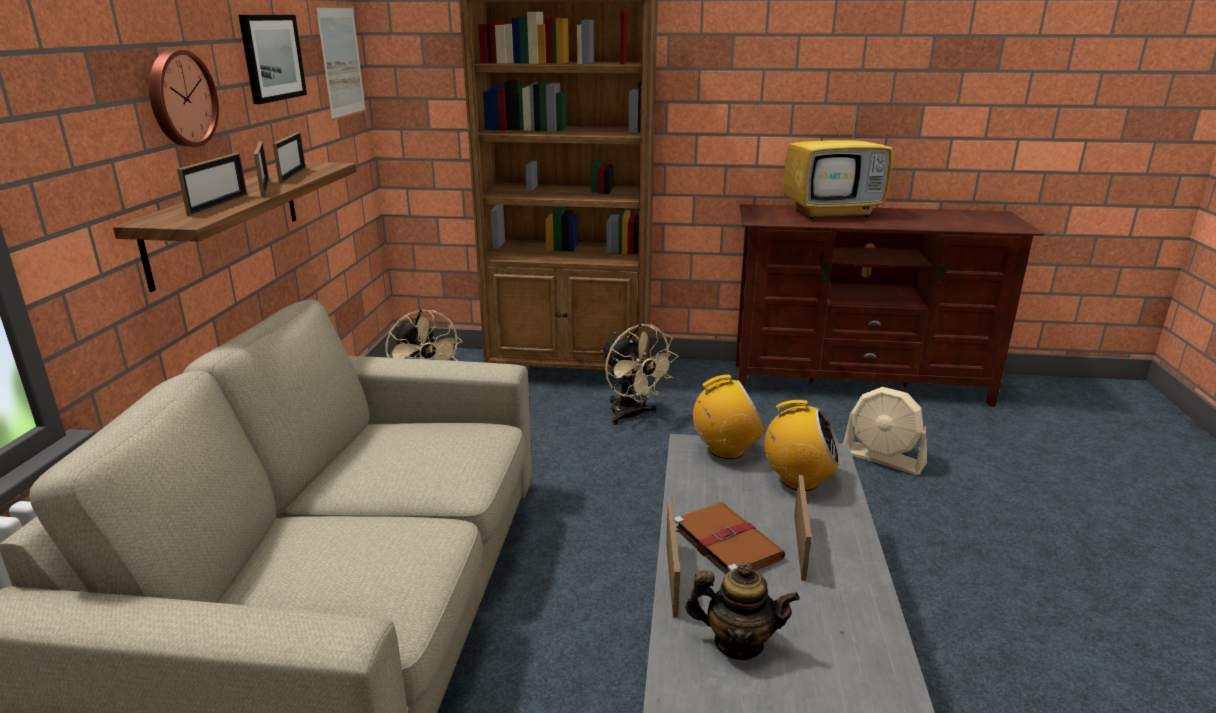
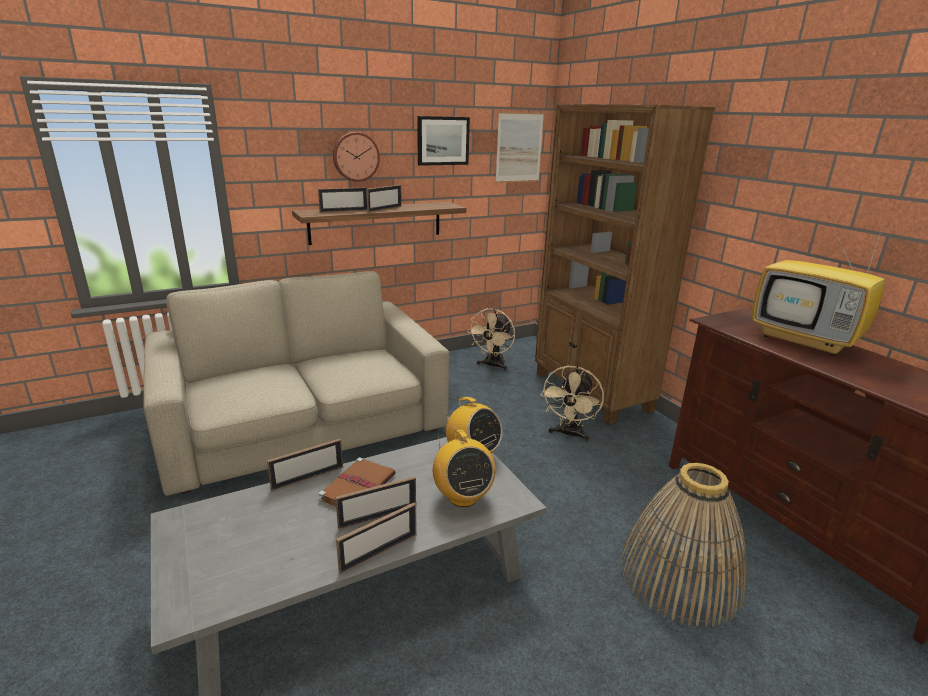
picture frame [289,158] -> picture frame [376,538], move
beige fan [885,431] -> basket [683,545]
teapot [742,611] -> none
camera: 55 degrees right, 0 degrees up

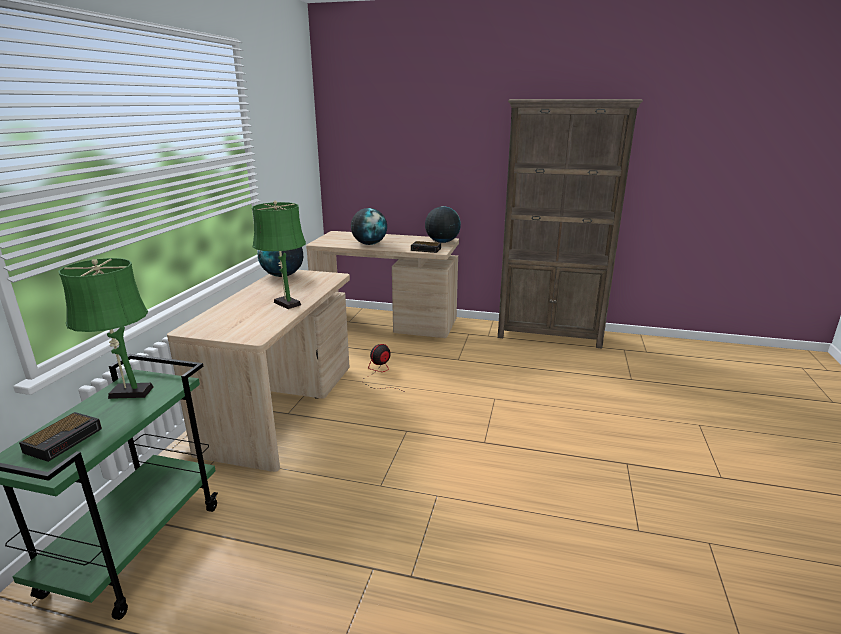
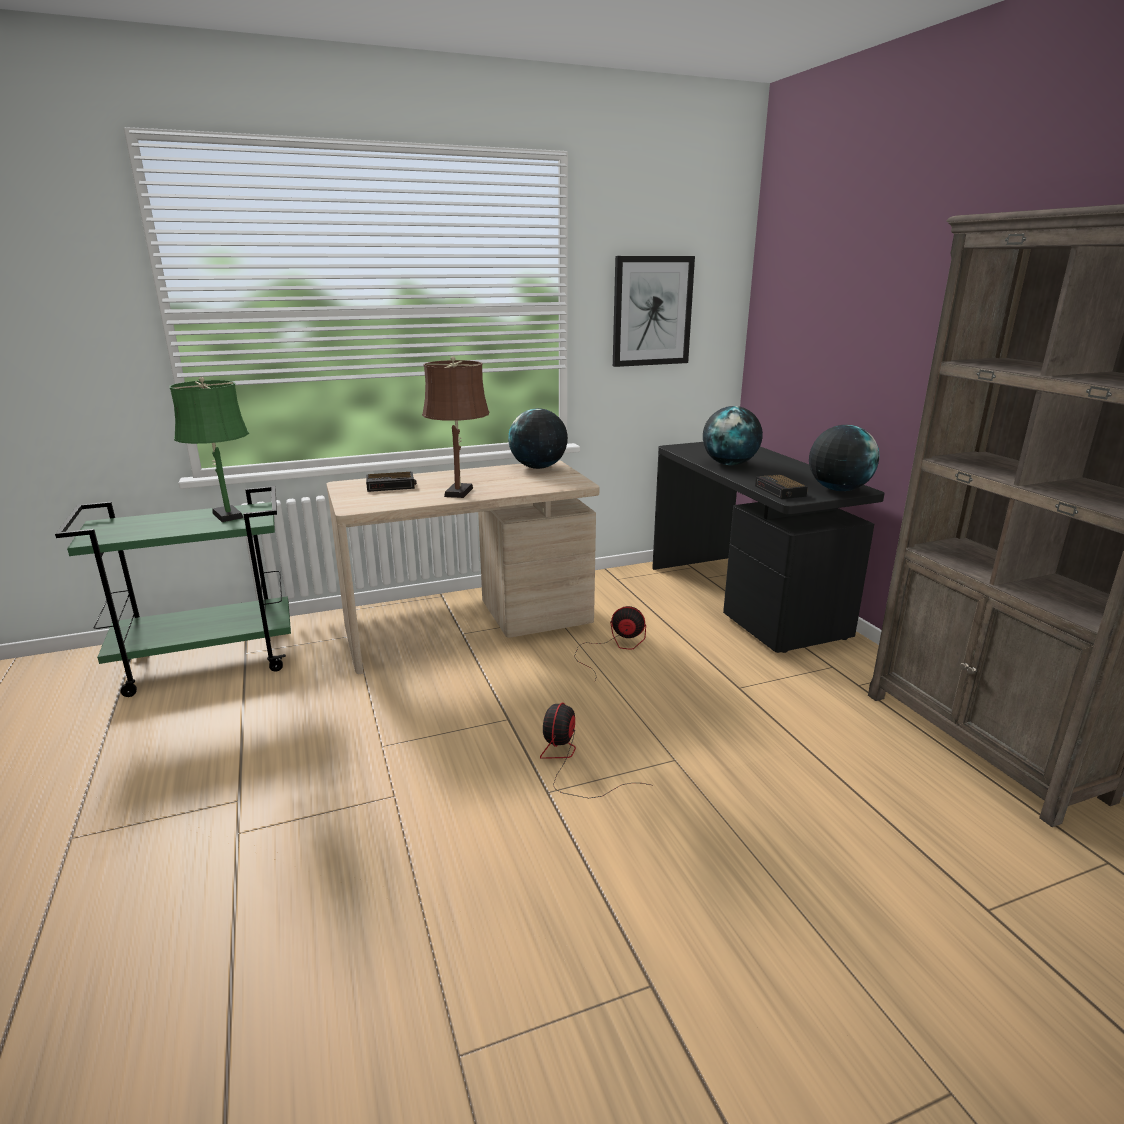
green table lamp [279,255] -> brown table lamp [455,427]
beige desk [382,284] -> black desk [768,547]
alarm clock [60,437] -> alarm clock [391,482], move
none -> picture [654,311]
none -> fan [595,750]
camera: 55 degrees right, 0 degrees up

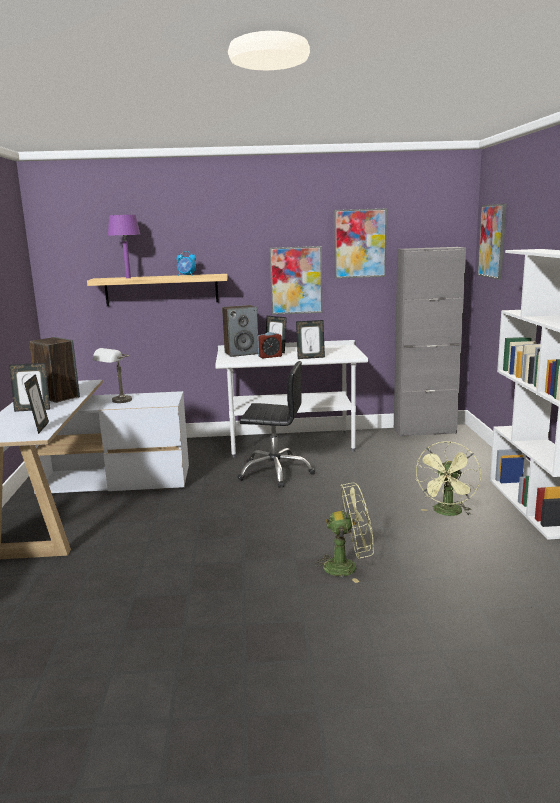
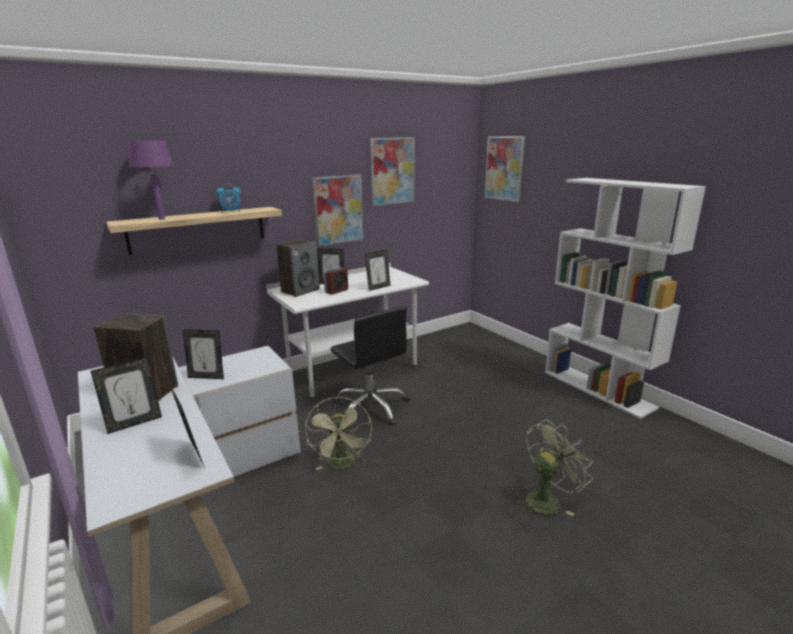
grey cabinet [430,342] -> none
grey table lamp [112,375] -> picture frame [203,354]
black office chair [276,424] -> black office chair [370,366], 75 degrees clockwise
green fan [448,478] -> green fan [338,433], move
camera: 30 degrees left, 5 degrees up

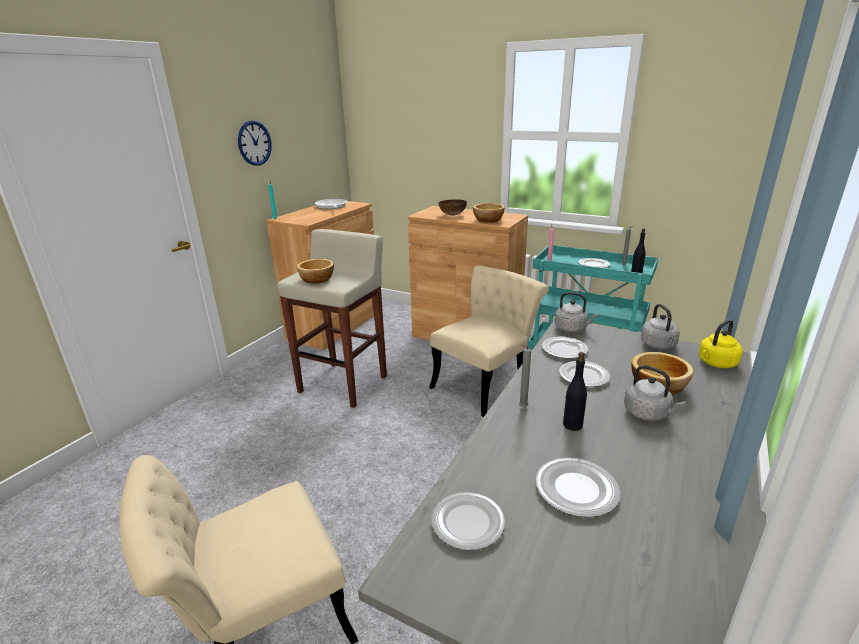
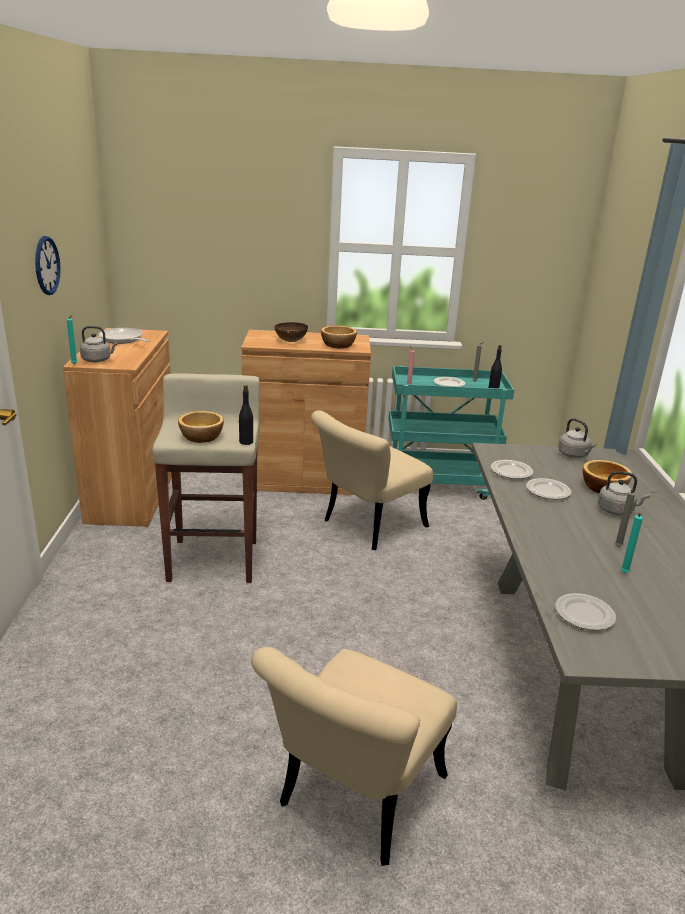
beige chair [489,341] -> beige chair [372,480], 150 degrees counterclockwise
grey kettle [576,312] -> grey kettle [98,344], move
yellow kettle [721,344] -> none
grey candle [525,376] -> grey candle [625,518], move
black bottle [575,391] -> black bottle [246,415], move
plate [577,488] -> turquoise candle [632,543]
camera: 30 degrees left, 0 degrees up

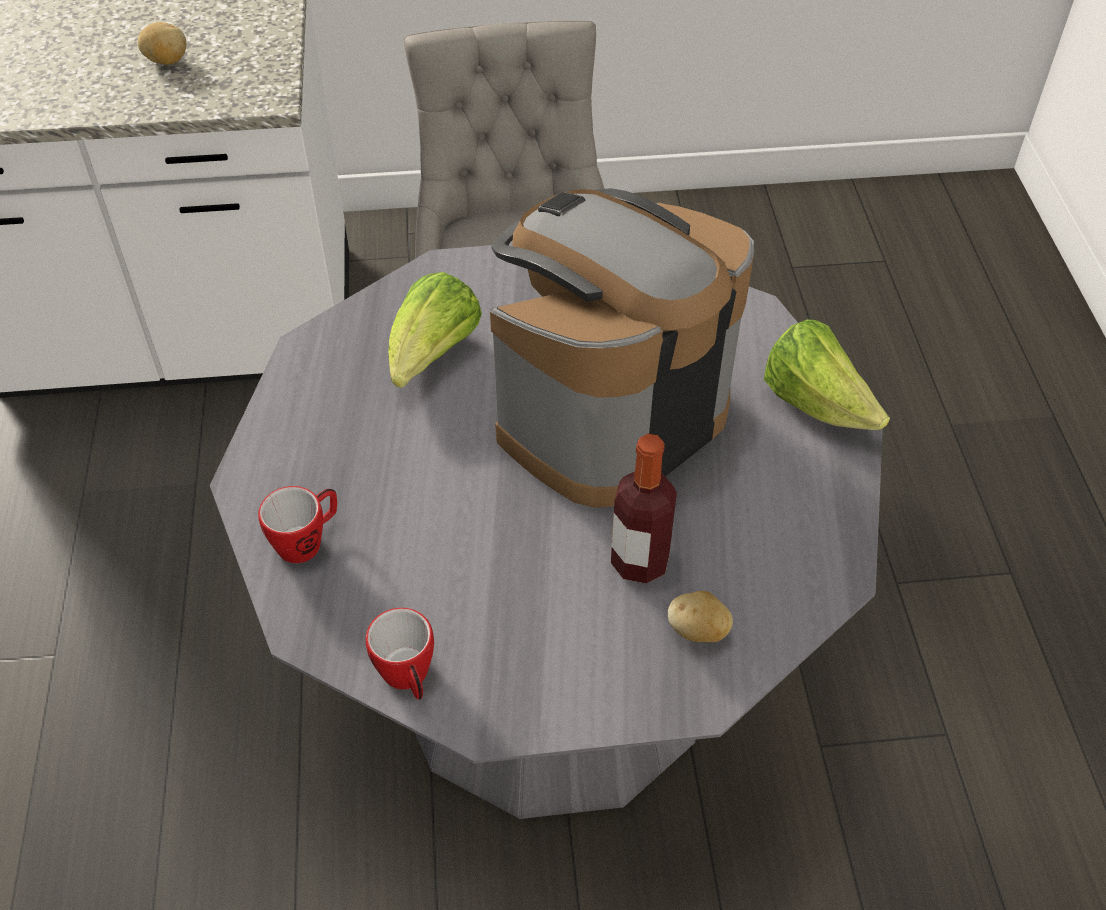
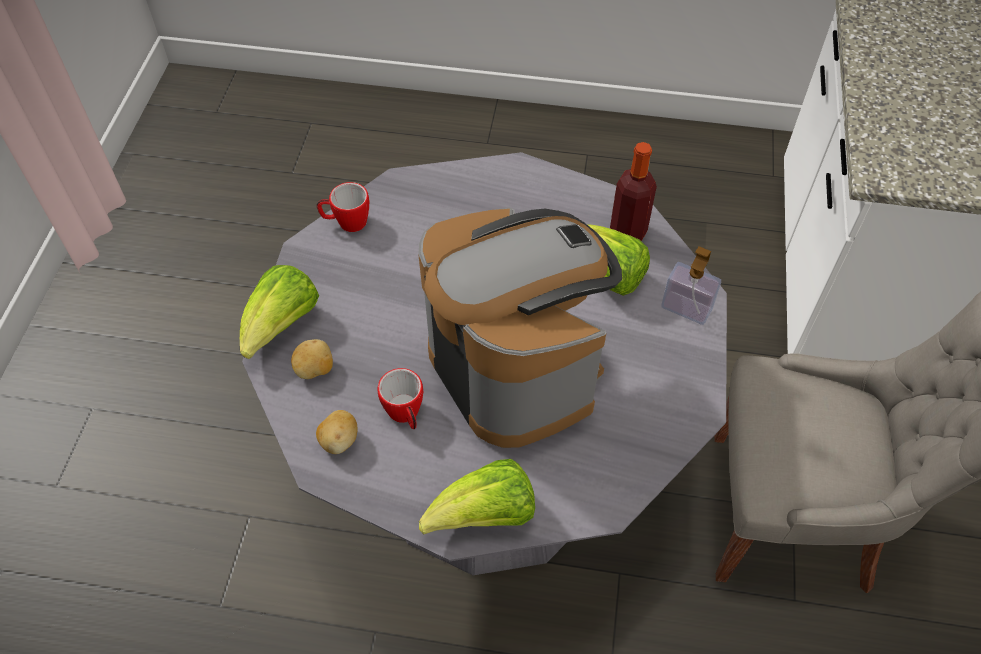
potato [162,43] -> potato [337,432], move
bottle [644,509] -> bottle [633,191], move
mug [297,524] -> mug [400,398], move
none -> soap dispenser [691,285]
none -> lettuce [279,312]
camera: 105 degrees right, 5 degrees up

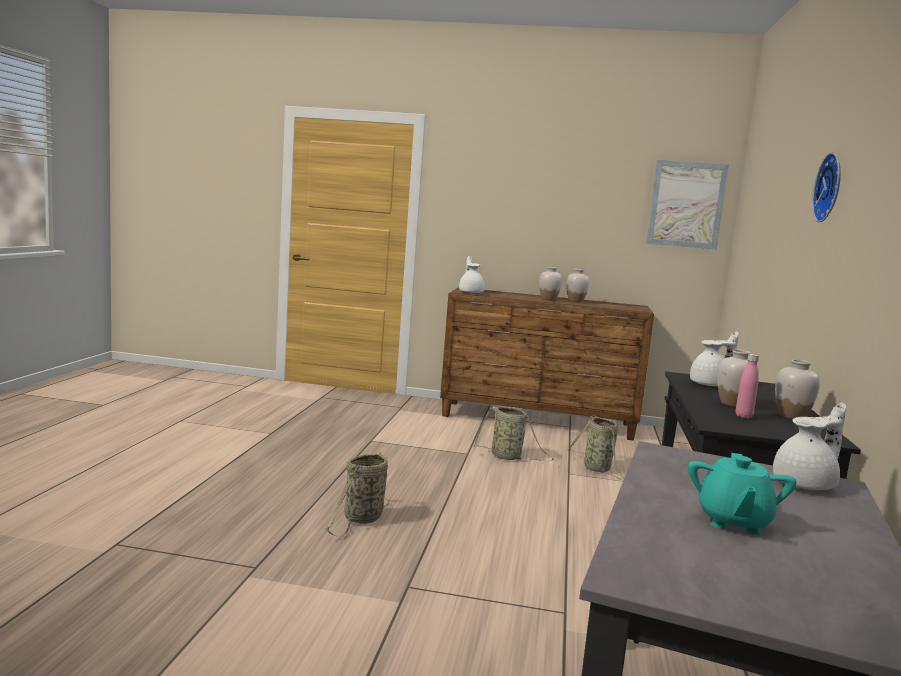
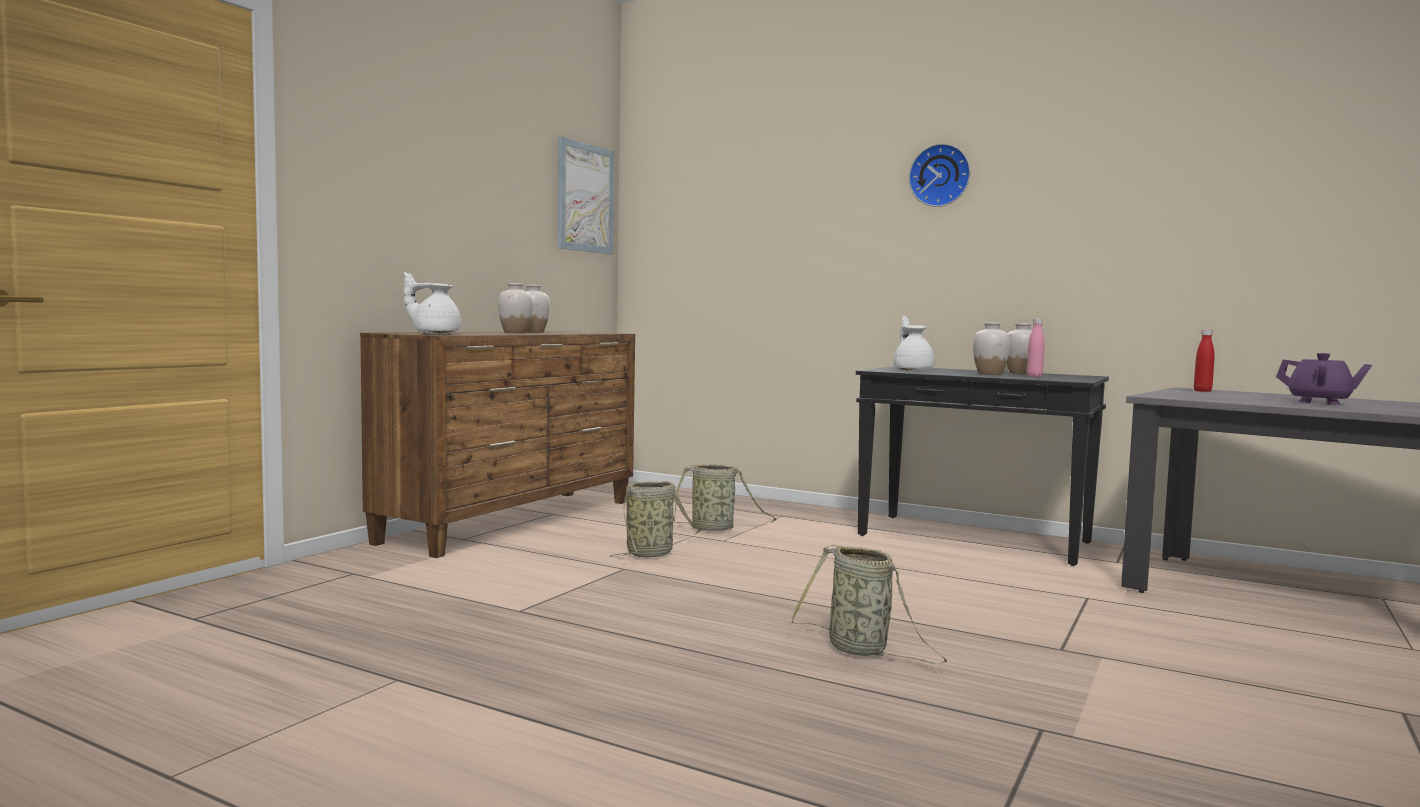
white teapot [809,446] -> red bottle [1204,360]
turquoise teapot [742,494] -> purple teapot [1324,379]
camera: 70 degrees left, 5 degrees down

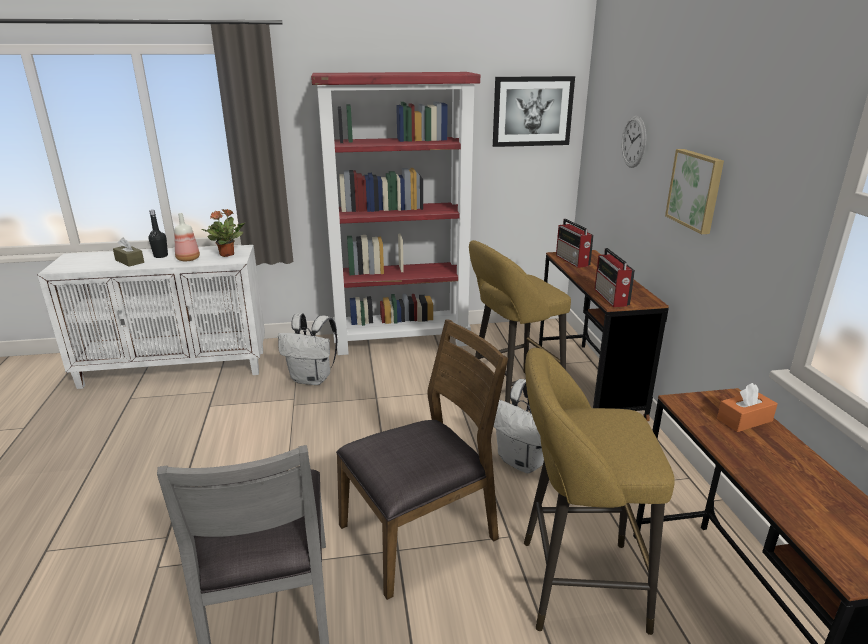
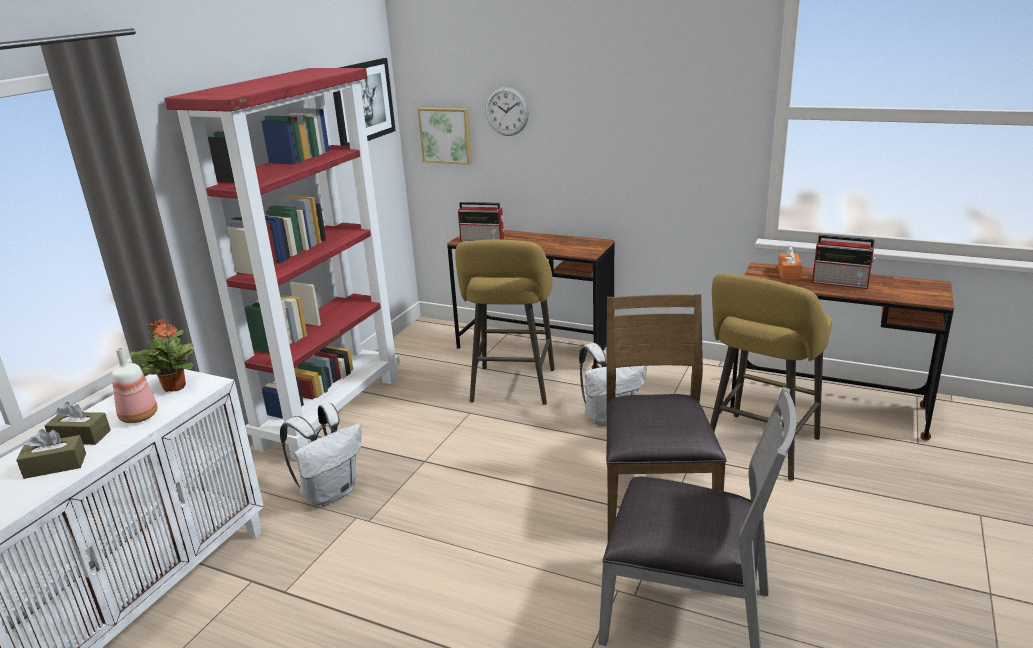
picture [694,191] -> picture [445,136], move
black bottle [158,234] -> brown tissue box [77,423]
radio [614,277] -> radio [844,262], move
camera: 55 degrees left, 0 degrees up

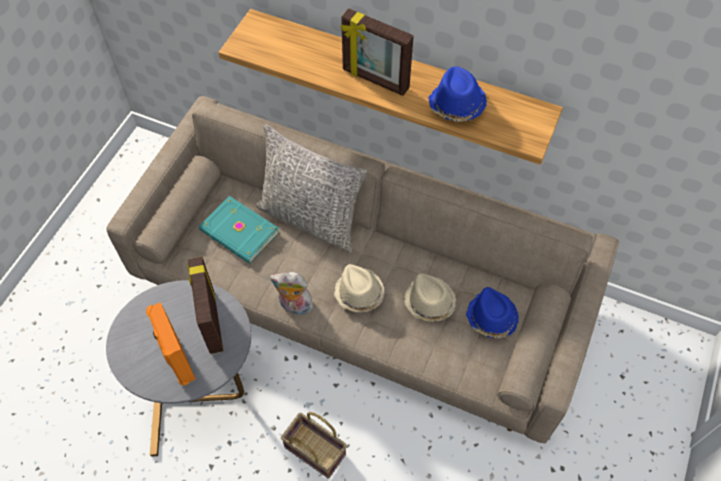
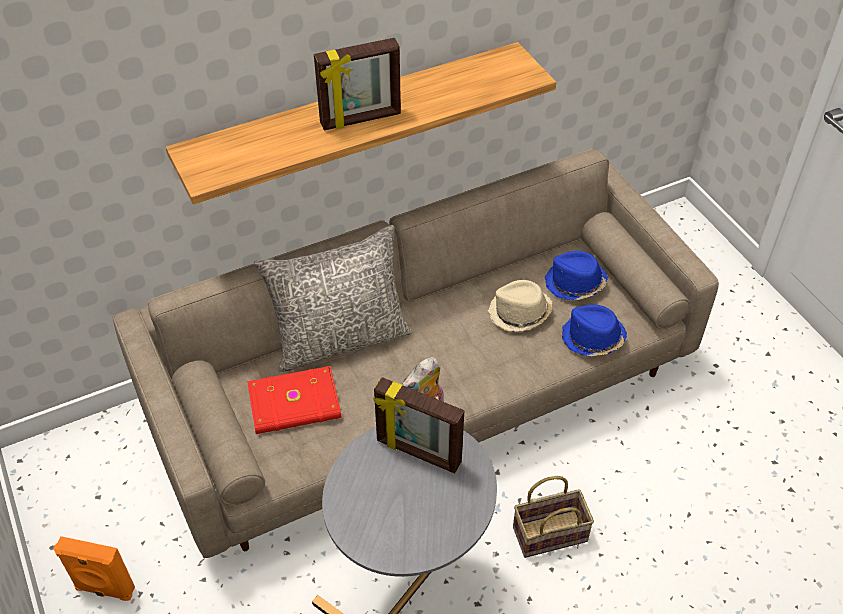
blue hat [457,94] -> blue hat [594,331], move
turquoise book [239,230] -> red book [294,400]
beige hat [359,288] -> none
orange speaker [171,344] -> orange speaker [94,568], move
camera: 50 degrees left, 10 degrees down

